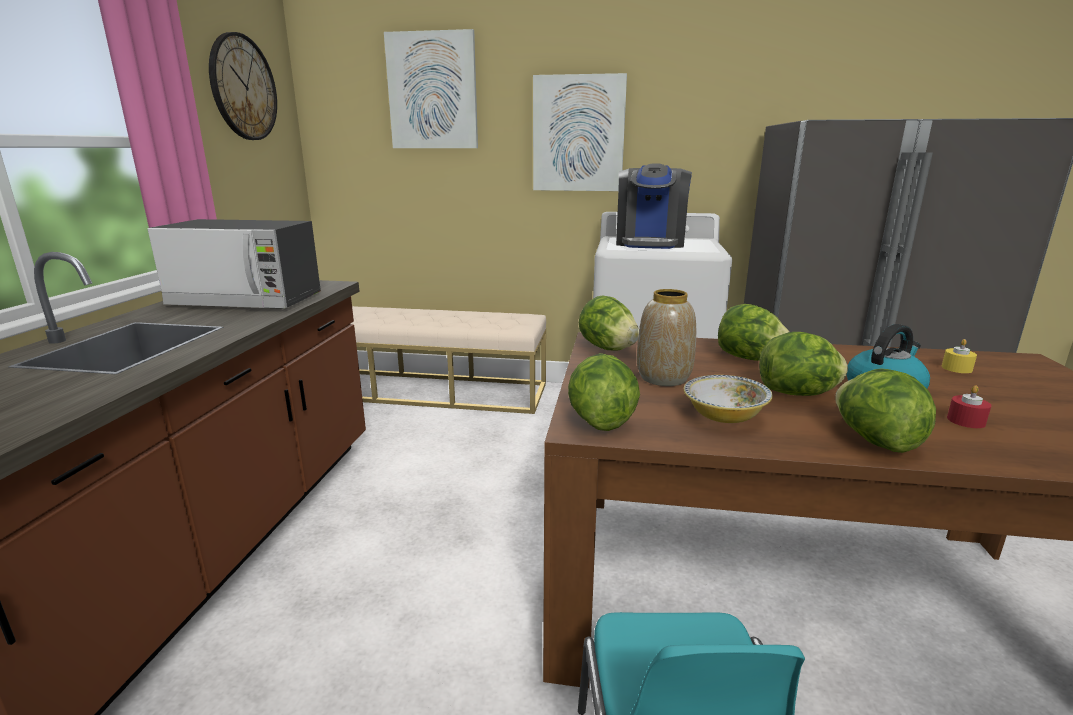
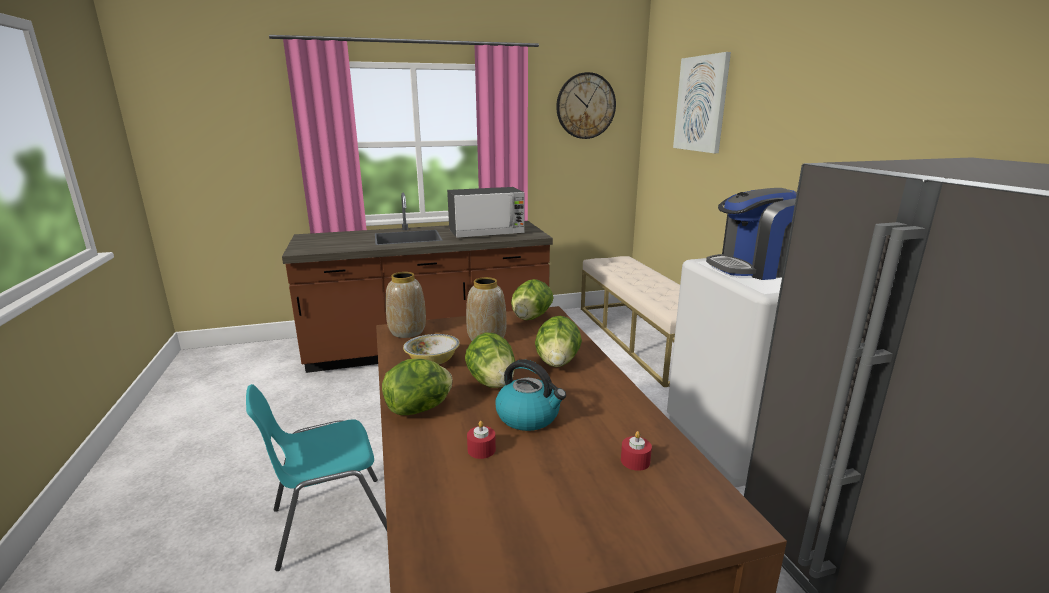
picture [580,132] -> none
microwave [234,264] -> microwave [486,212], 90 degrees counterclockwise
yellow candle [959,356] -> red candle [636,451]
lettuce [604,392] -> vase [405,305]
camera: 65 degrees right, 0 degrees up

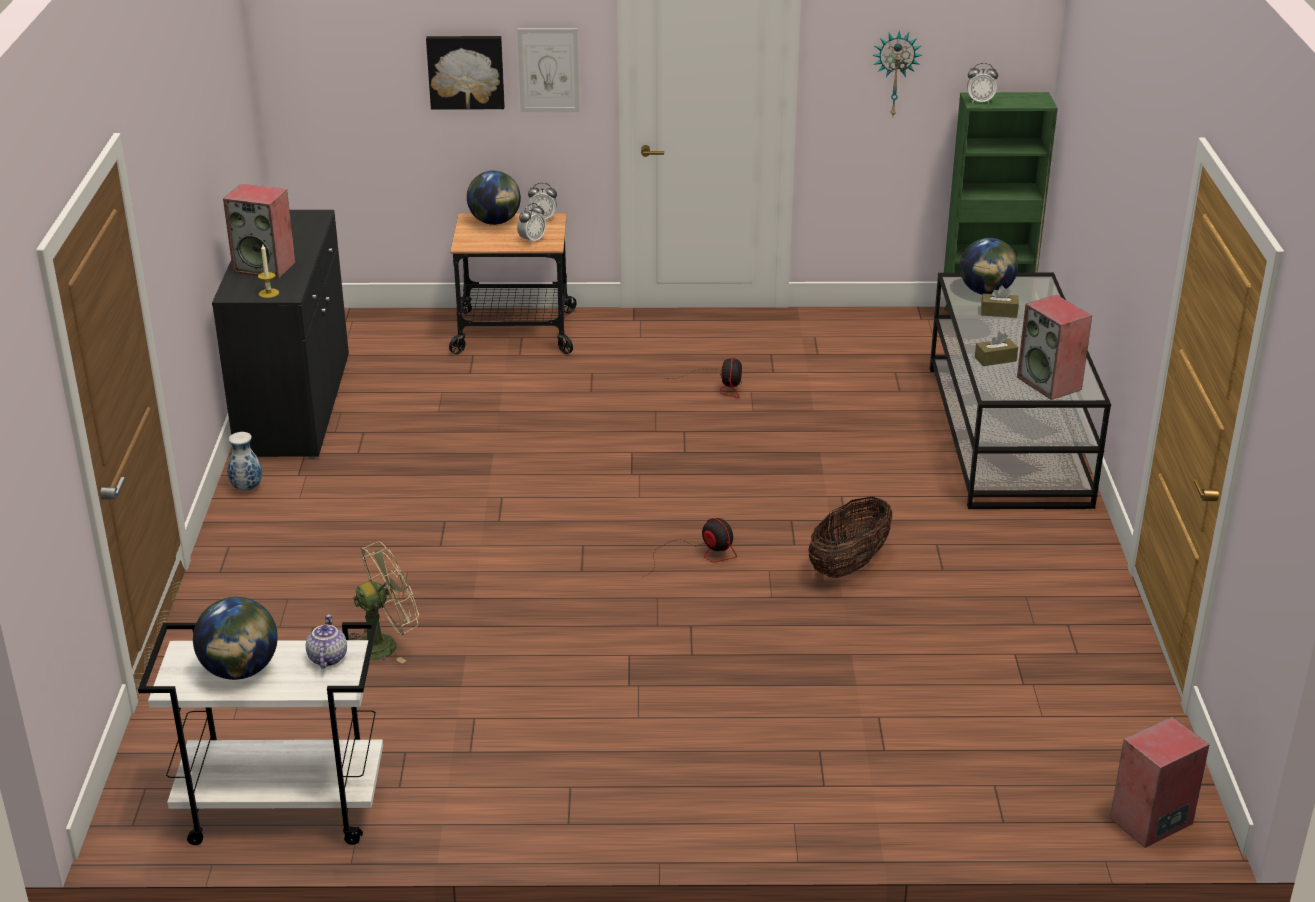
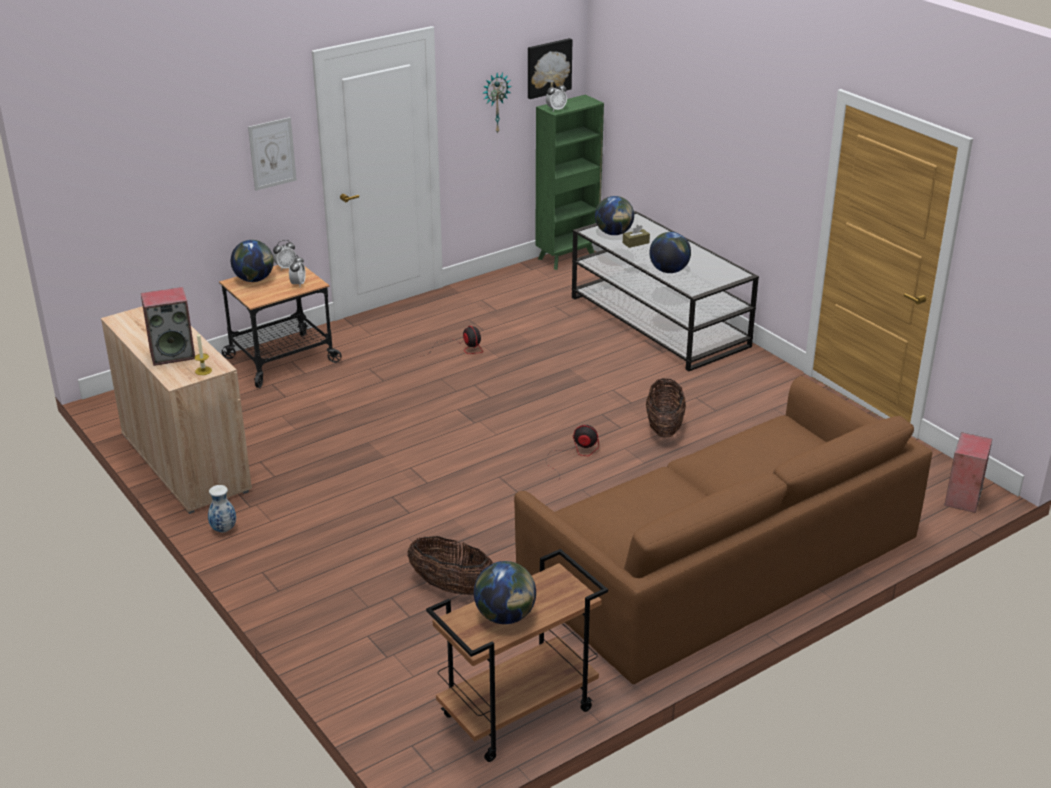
picture [465,72] -> picture [550,68], move
black cabinet [280,334] -> beige cabinet [176,410]
speaker [1054,347] -> none
brown tissue box [996,349] -> globe [670,252]
green fan [384,603] -> basket [450,565]
teapot [326,641] -> none
white cart [260,733] -> brown cart [517,655]
none -> brown sofa [723,530]
camera: 35 degrees left, 0 degrees up

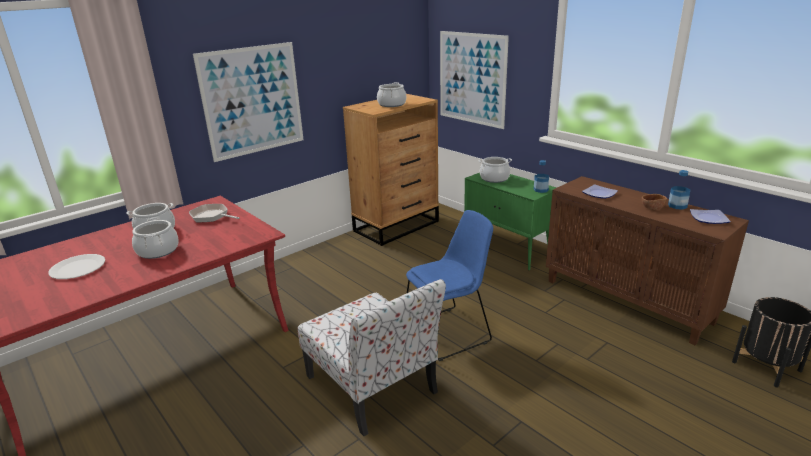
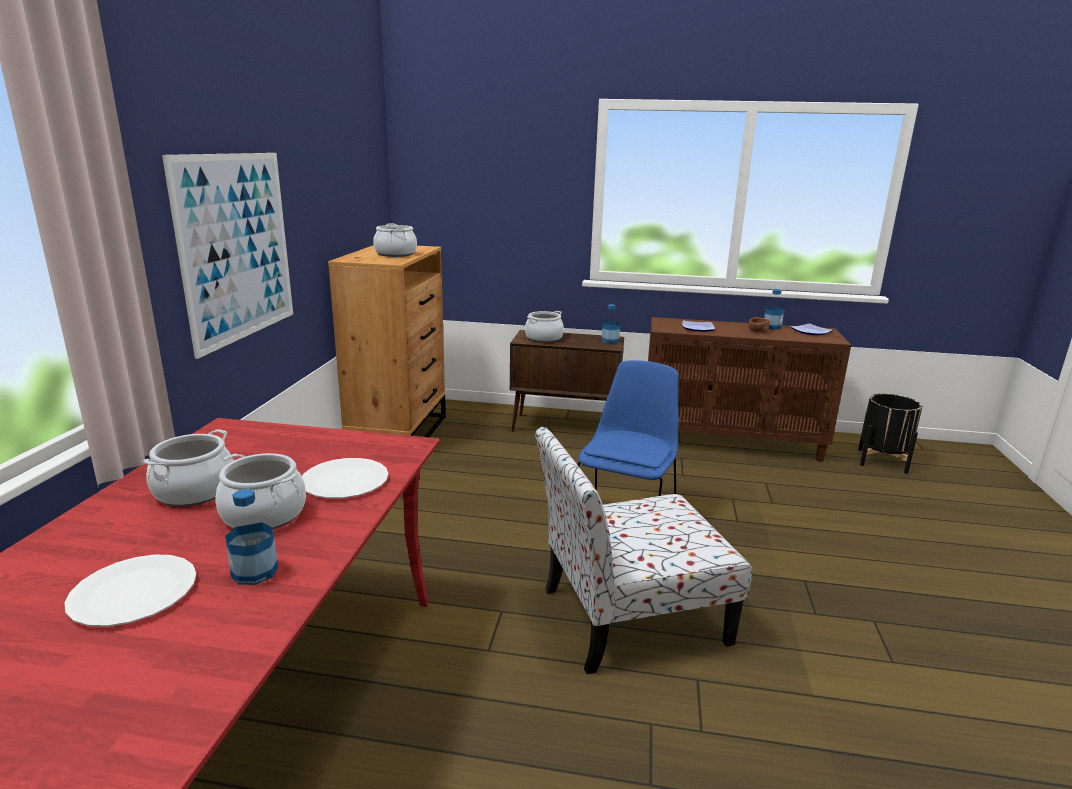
picture [474,80] -> none
green cabinet [510,222] -> brown cabinet [567,381]
frying pan [214,213] -> none
chair [371,357] -> chair [643,550], 150 degrees clockwise
none -> white plate [345,478]
none -> bottle [251,537]
camera: 40 degrees left, 5 degrees down

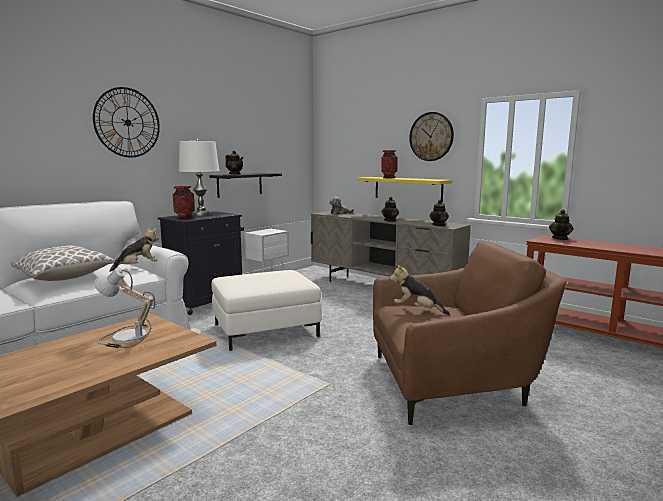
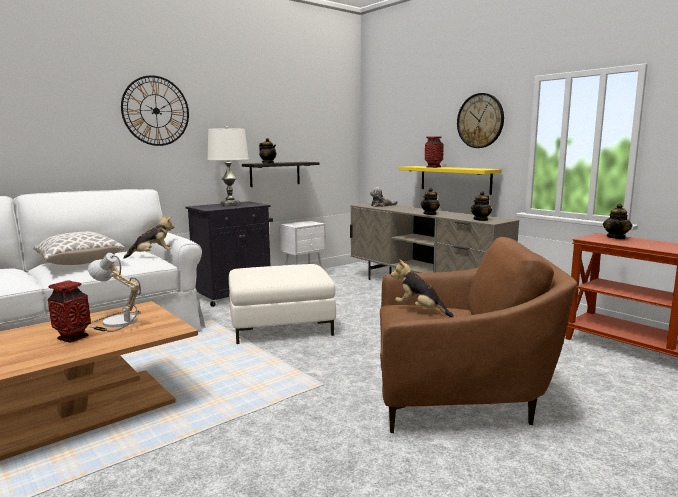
vase [184,203] -> vase [69,312], move
camera: 10 degrees right, 0 degrees up

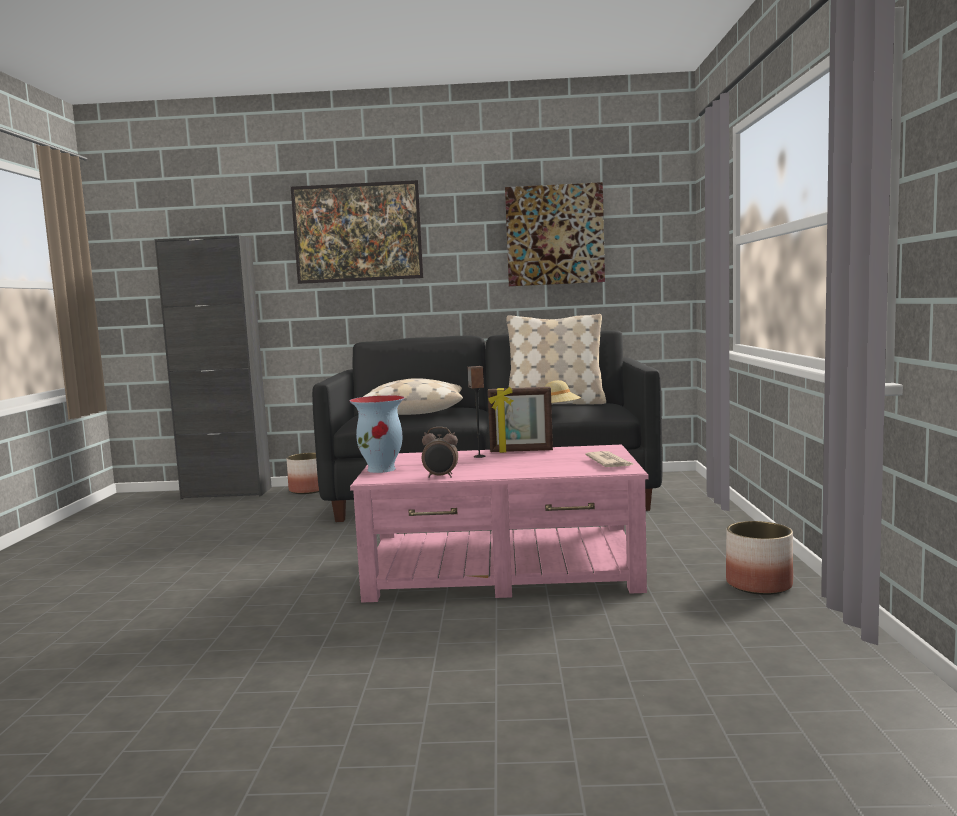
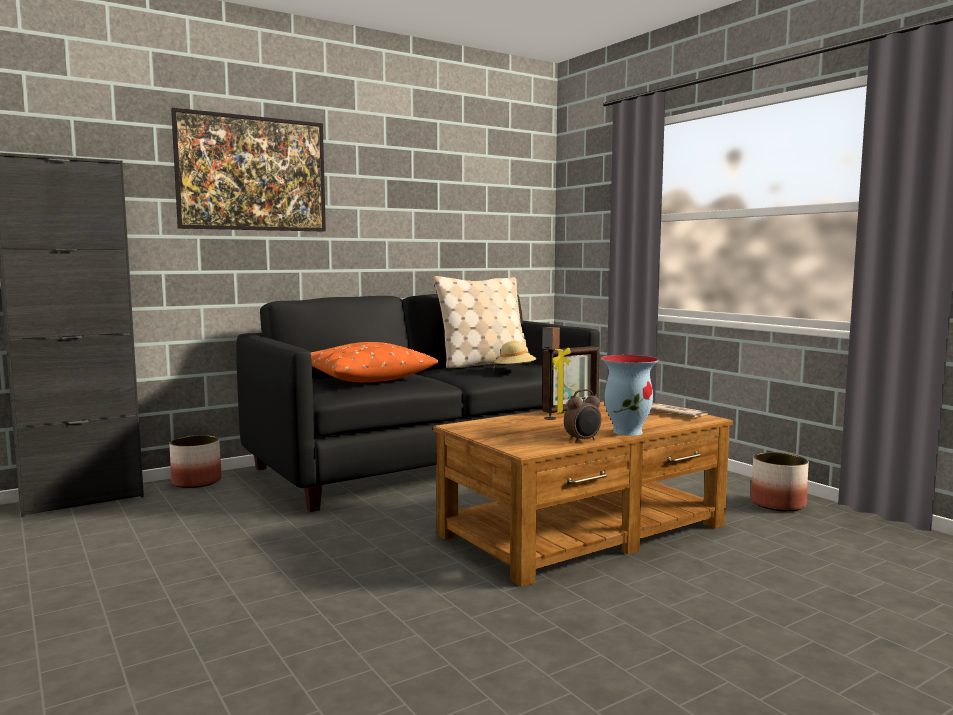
picture [555,234] -> none
beige pillow [413,396] -> orange pillow [374,362]
vase [377,434] -> vase [630,395], move
pink coffee table [499,524] -> brown coffee table [583,494]
camera: 35 degrees left, 0 degrees up

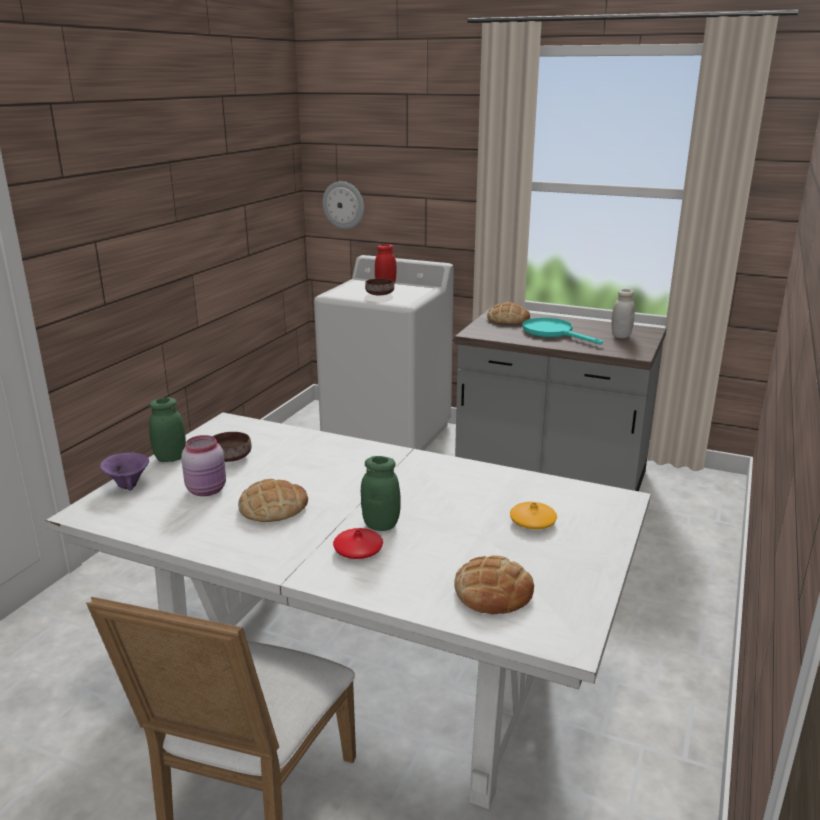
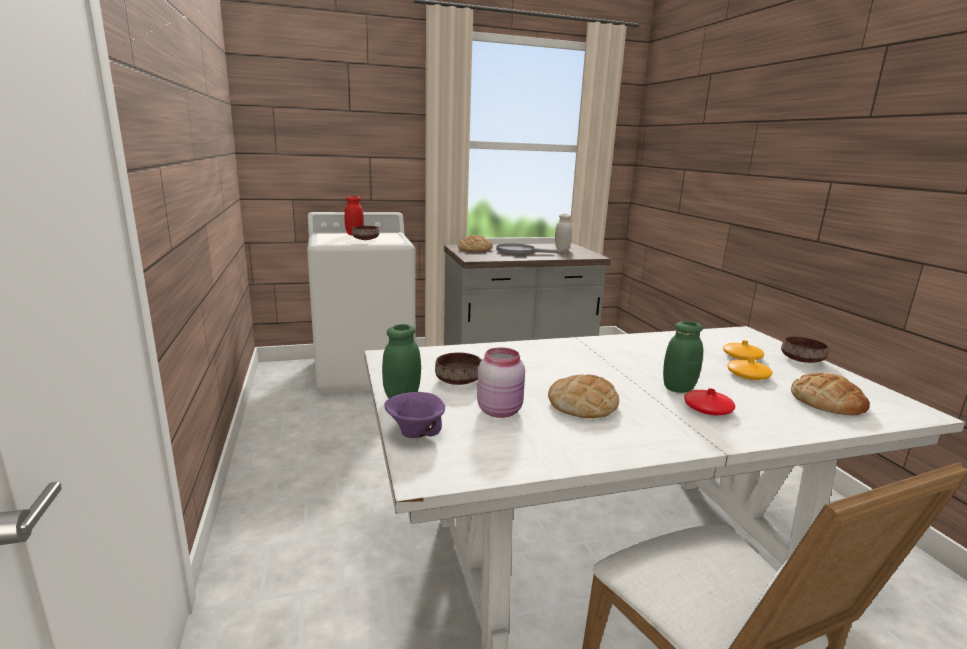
wall clock [343,205] -> none
turquoise frying pan [563,331] -> grey frying pan [532,249]
none -> brown bowl [805,349]
none -> orange vase [750,369]
camera: 40 degrees left, 5 degrees down

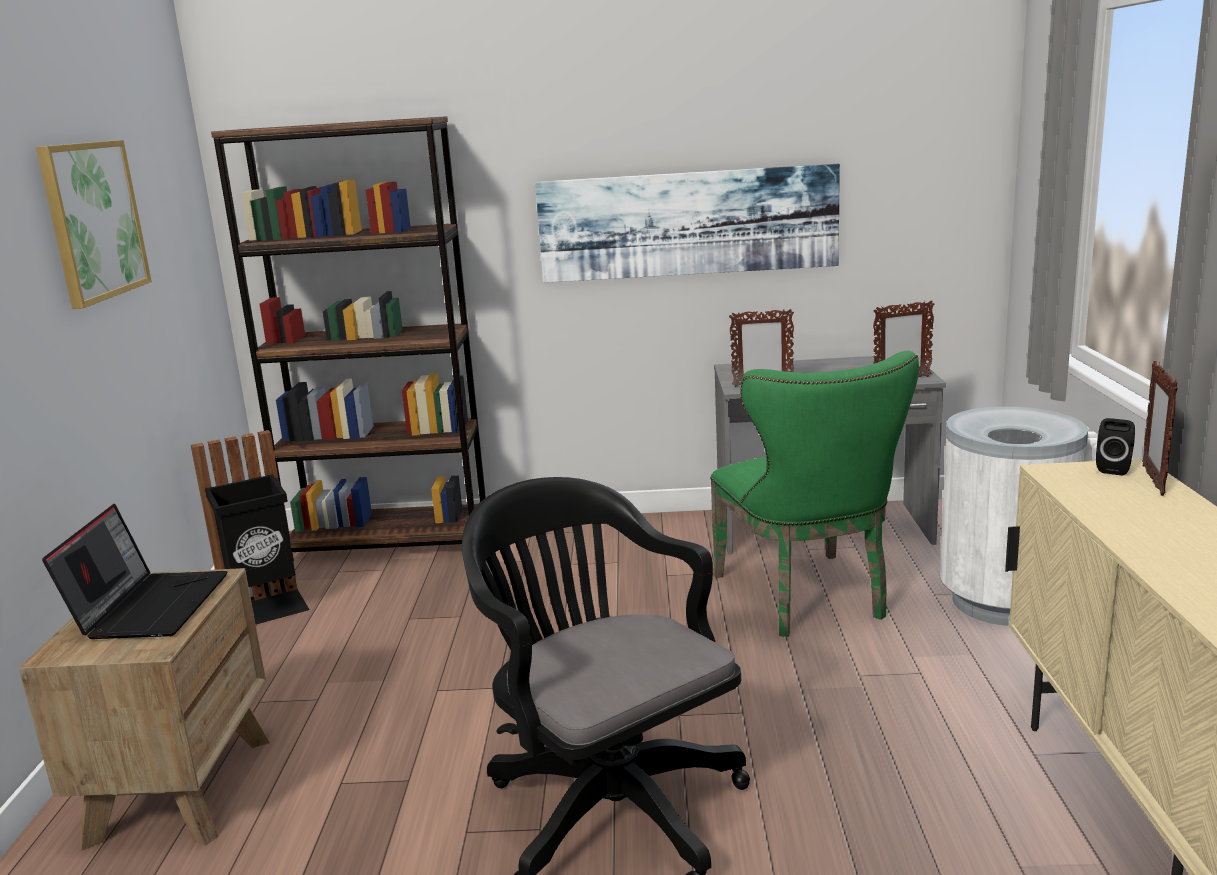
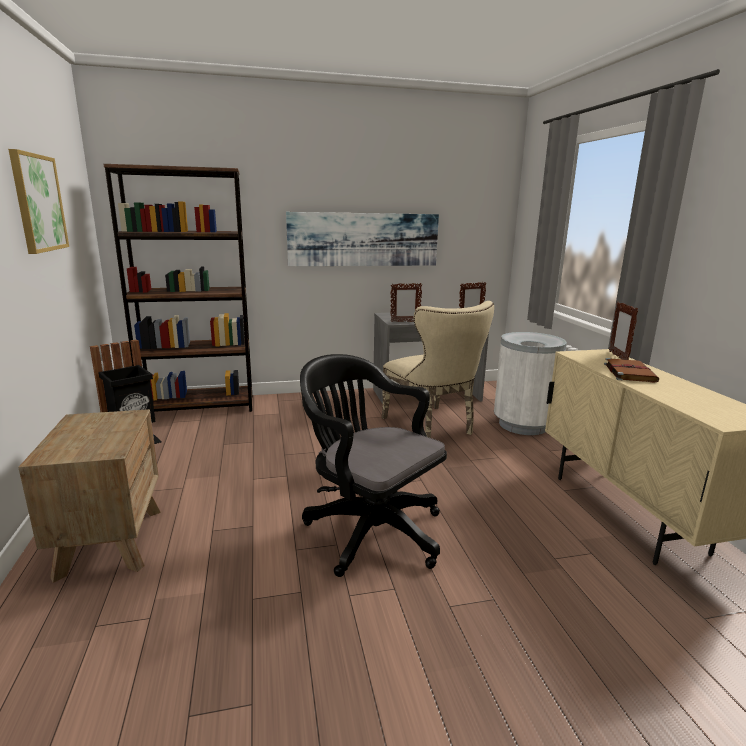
green chair [814,494] -> beige chair [438,369]
black speaker [1115,447] -> none
laptop [135,571] -> none
none -> brown book [631,370]
camera: 15 degrees left, 0 degrees up

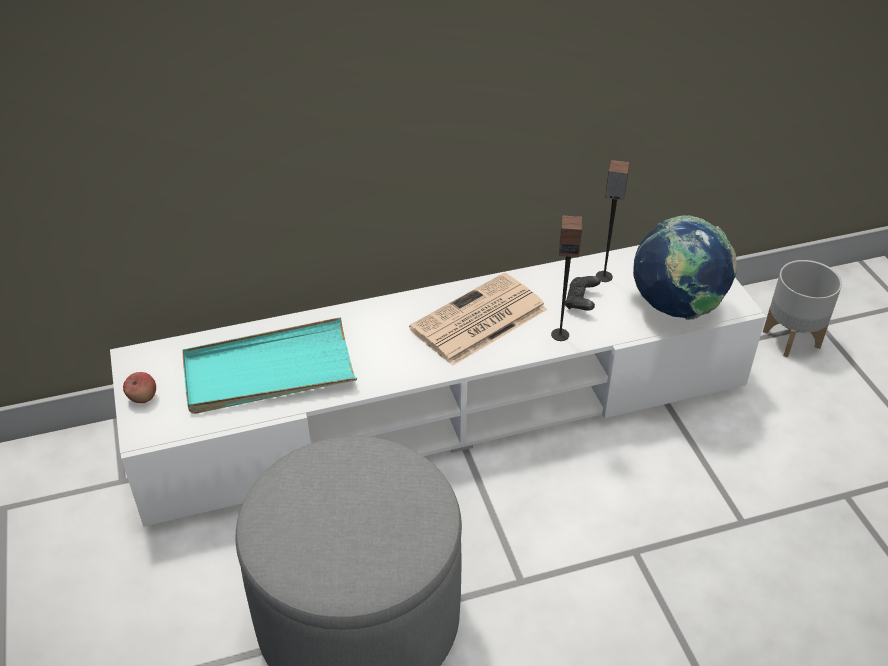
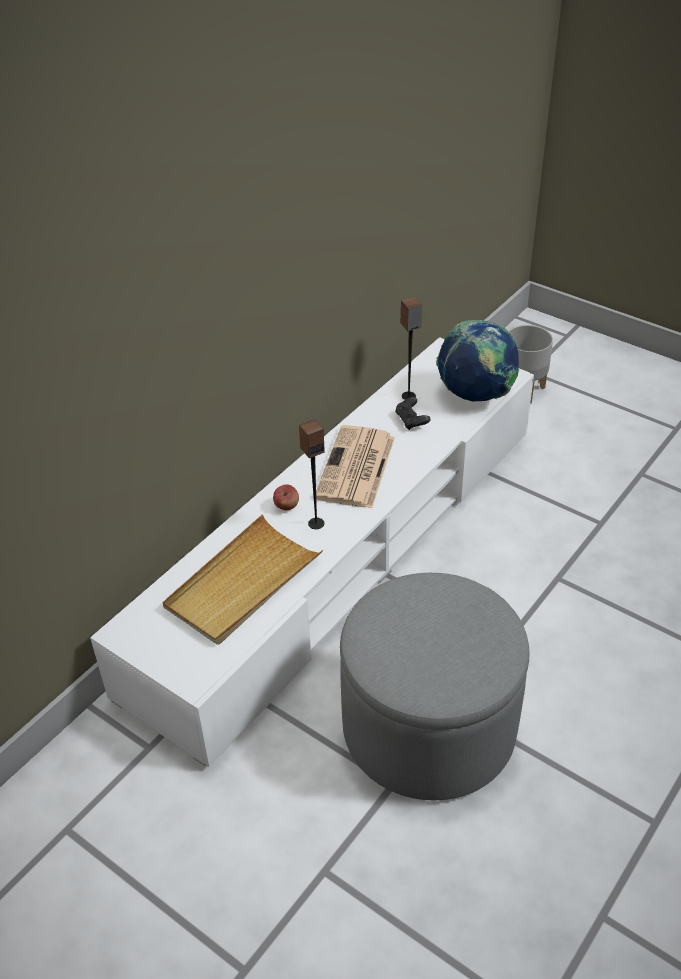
speaker [567,278] -> speaker [312,474], move
turquoise tray [269,365] -> beige tray [243,579]
apple [139,387] -> apple [286,497], move
camera: 35 degrees left, 0 degrees up

